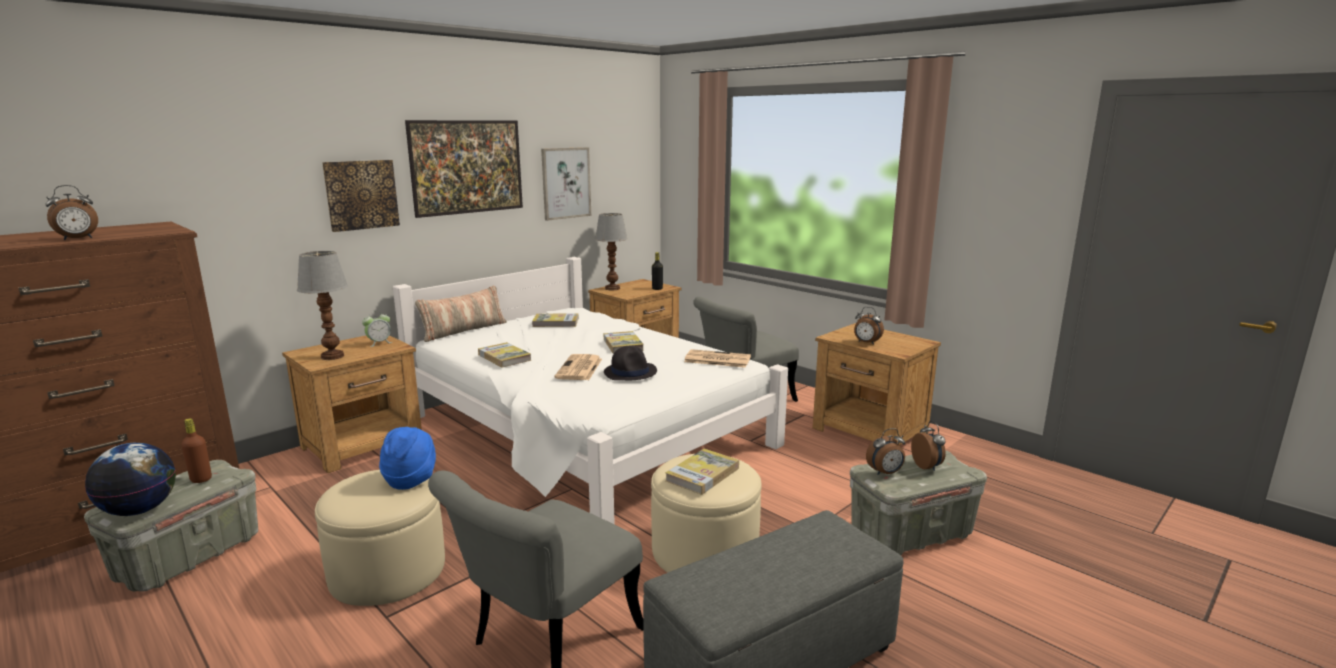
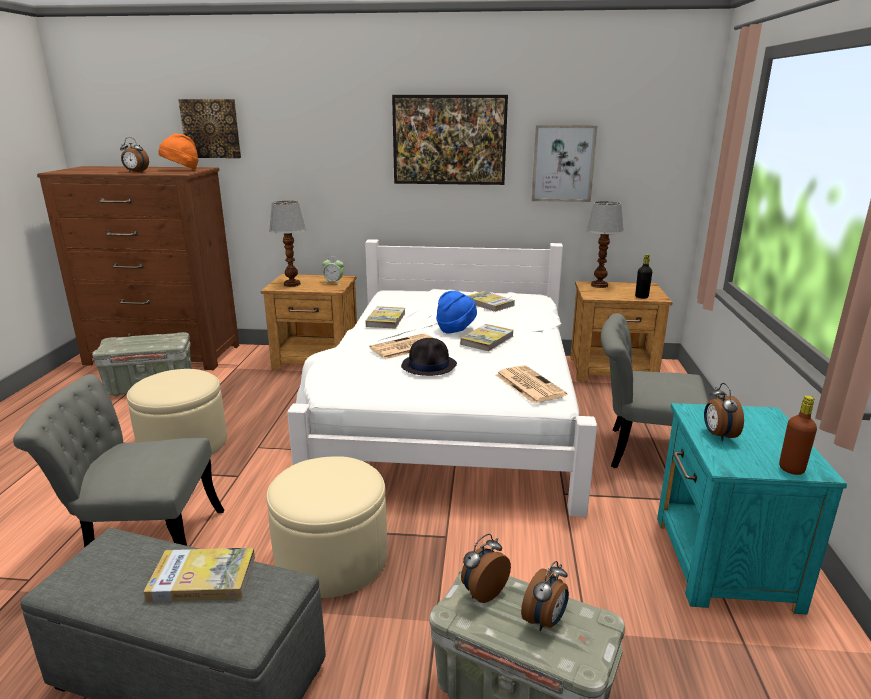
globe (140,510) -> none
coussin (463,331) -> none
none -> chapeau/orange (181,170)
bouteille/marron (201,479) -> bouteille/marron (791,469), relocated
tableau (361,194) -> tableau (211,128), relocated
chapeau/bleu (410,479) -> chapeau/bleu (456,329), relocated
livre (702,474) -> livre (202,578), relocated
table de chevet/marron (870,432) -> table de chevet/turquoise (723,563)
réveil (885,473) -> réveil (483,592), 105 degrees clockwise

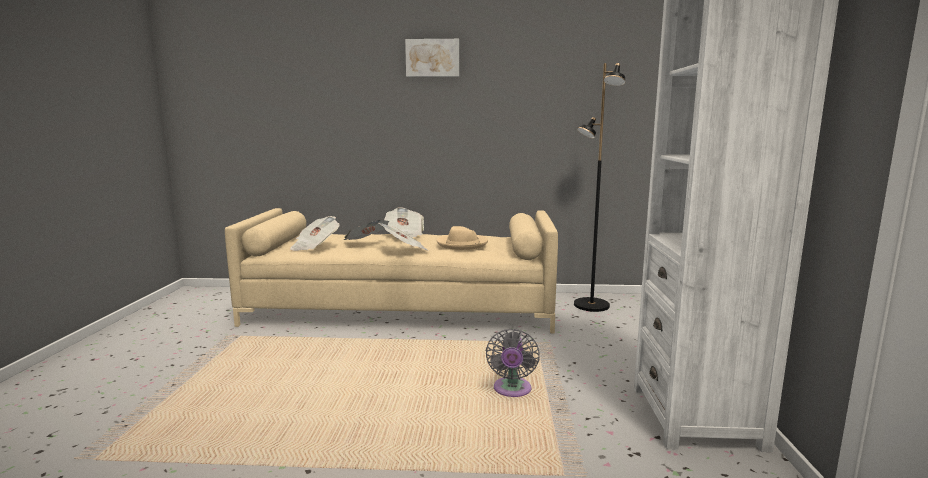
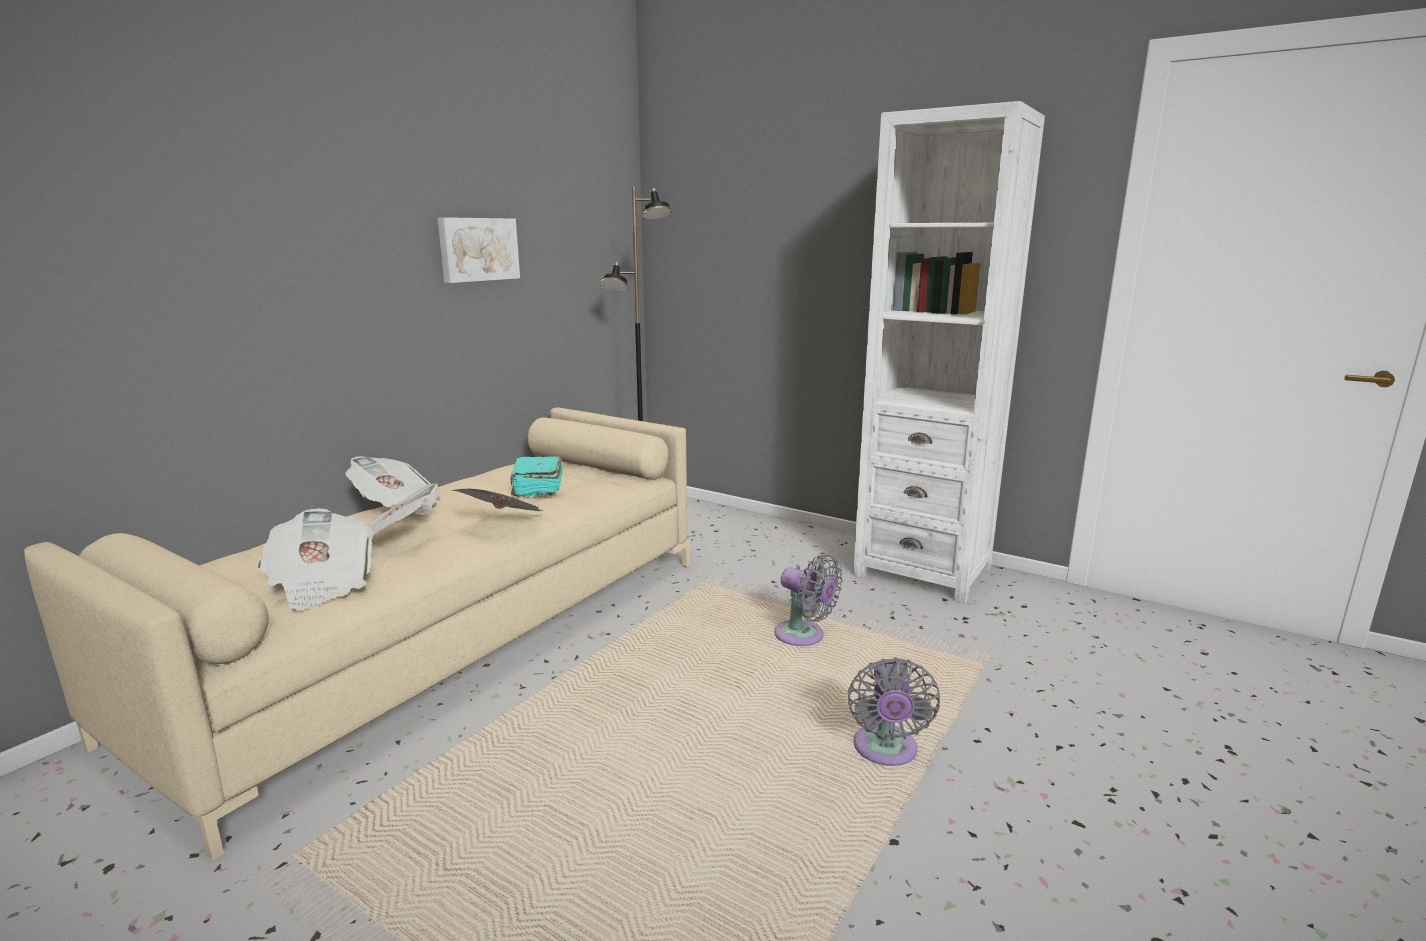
none -> ventilateur/gris (885,751)
tableau (432,58) -> tableau (478,249), relocated
chapeau/beige (462,244) -> livre/turquoise (537,487)

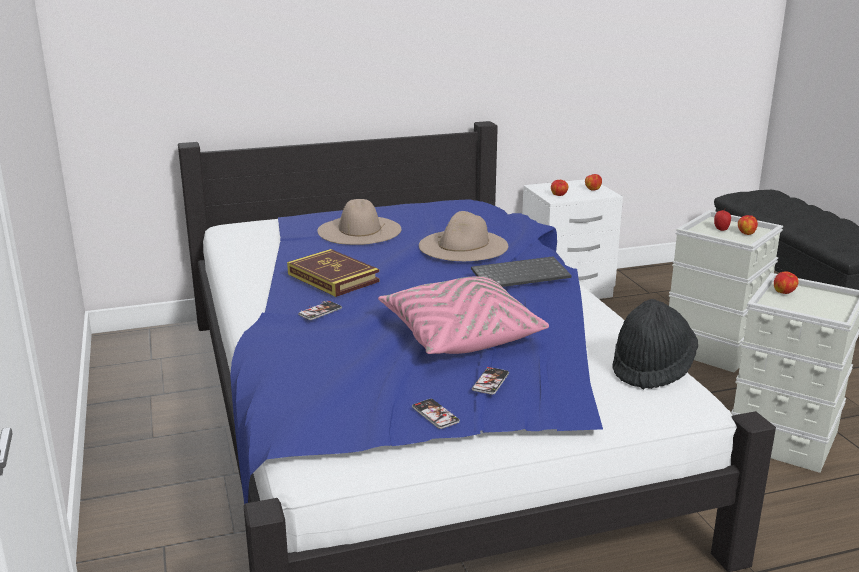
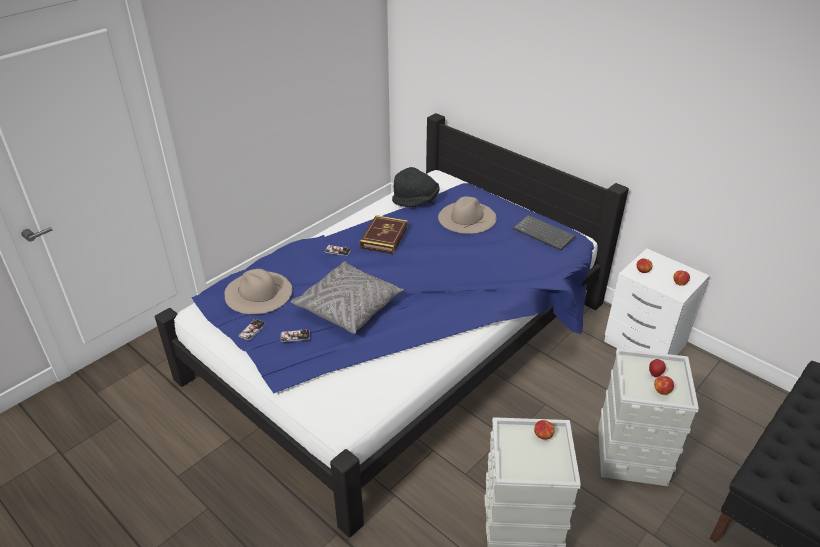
chapeau/beige (463,245) -> chapeau/beige (258,292), relocated
clavier (521,274) -> clavier (545,233), relocated
chapeau/noir (652,368) -> chapeau/noir (416,201), relocated
coussin/rose (459,335) -> coussin/gris (349,307)

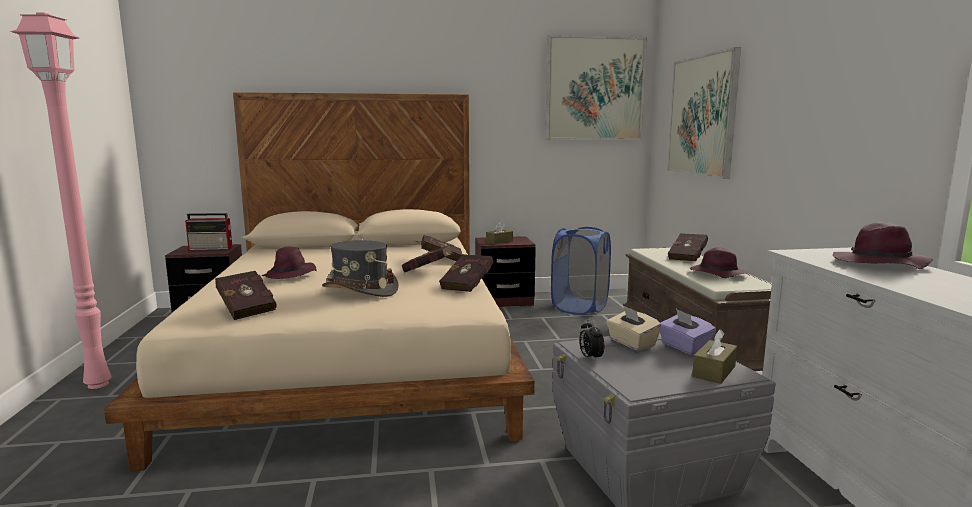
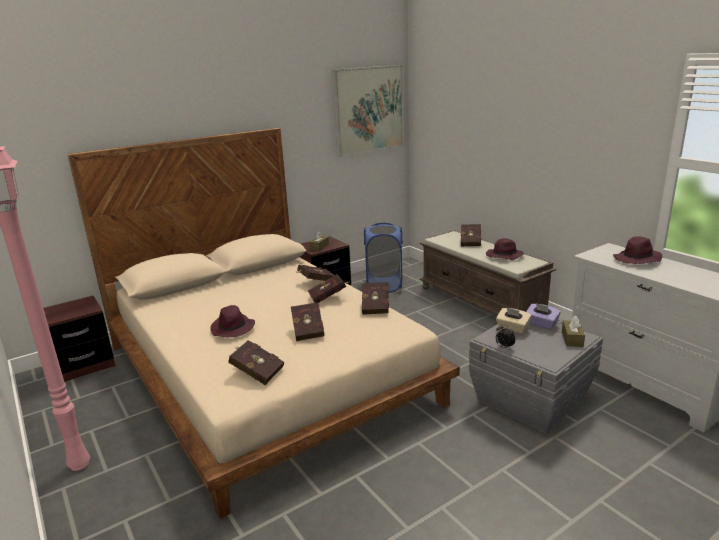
radio (212,248) -> none
tableau (702,116) -> none
chapeau/gris (360,290) -> livre/rouge (308,330)

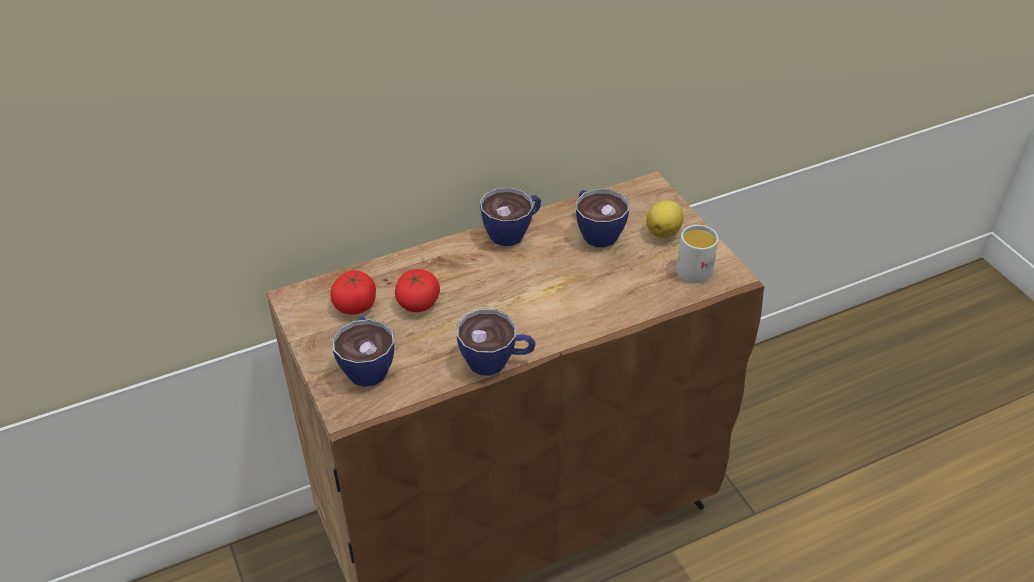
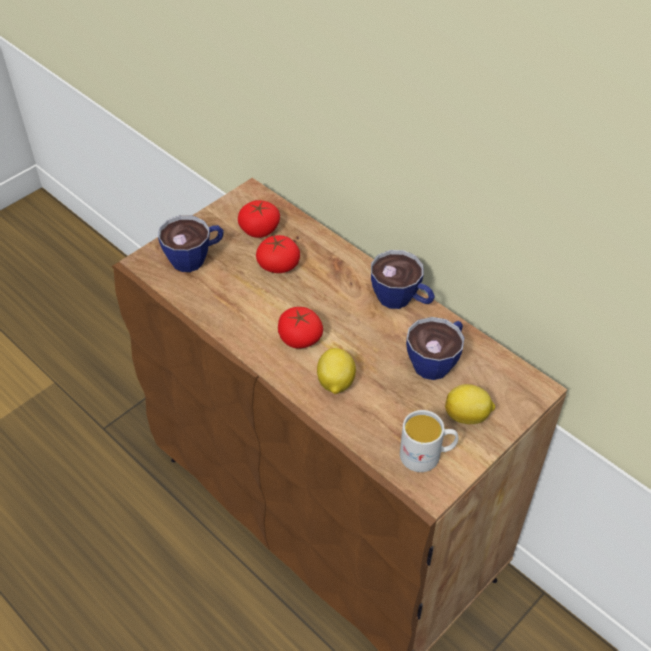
tasse (497,361) -> none
none -> tomate (300,338)
none -> citron (335,383)

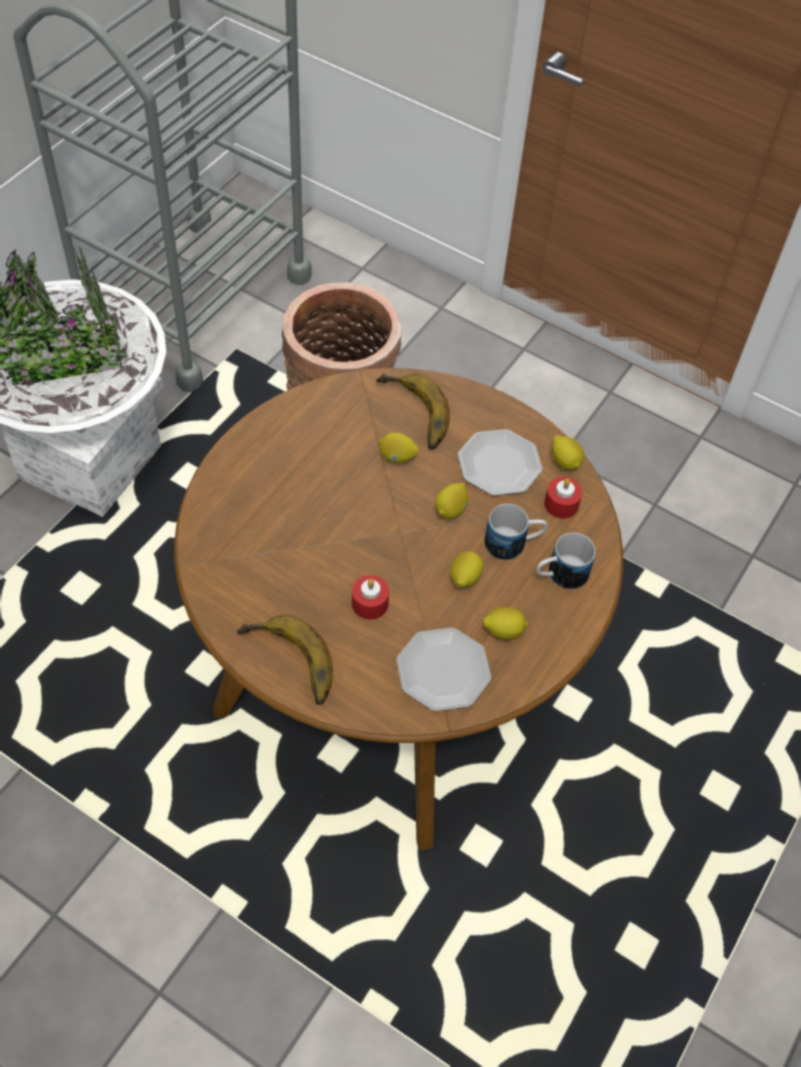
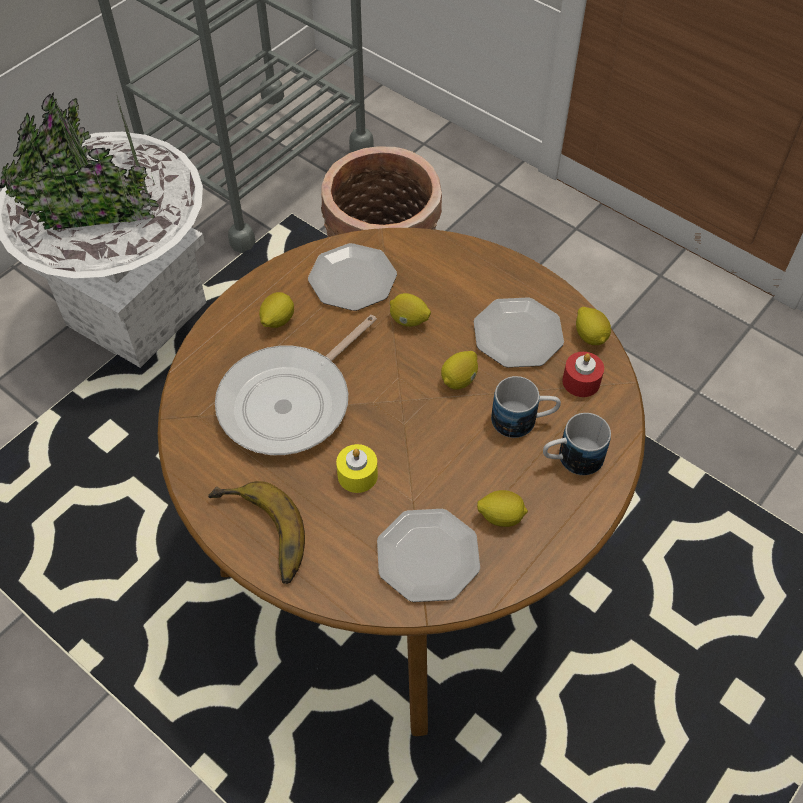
banane (411,415) -> none
none -> poêle (291,402)
none -> assiette (353,279)
citron (464,578) -> citron (277,321), relocated
bougie/rouge (370,603) -> bougie/jaune (357,475)

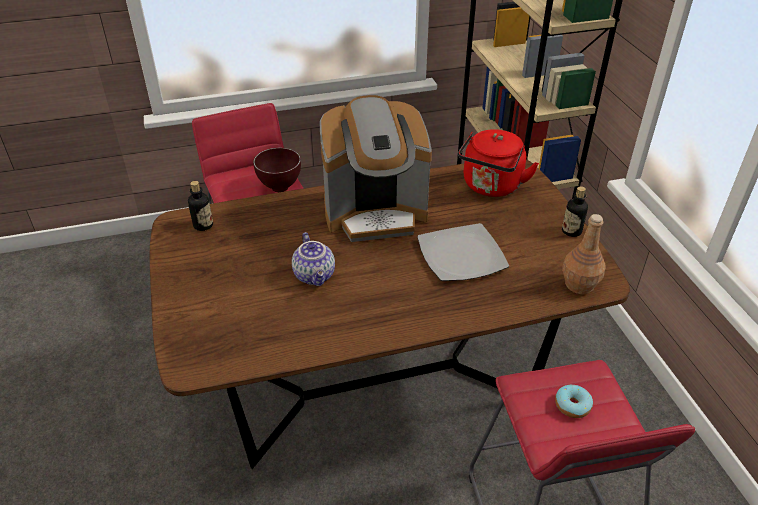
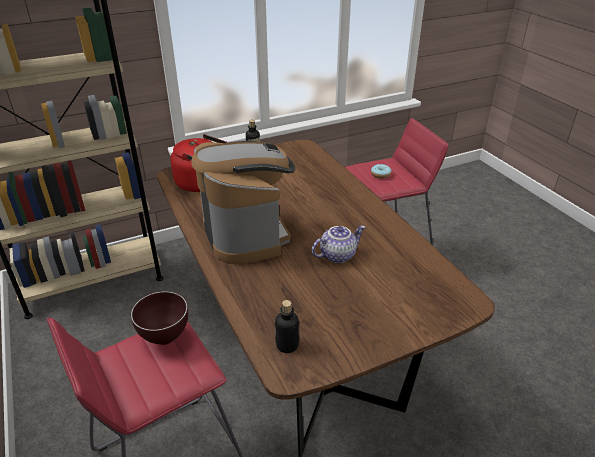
assiette (461,256) -> none
bouteille/marron (579,284) -> none

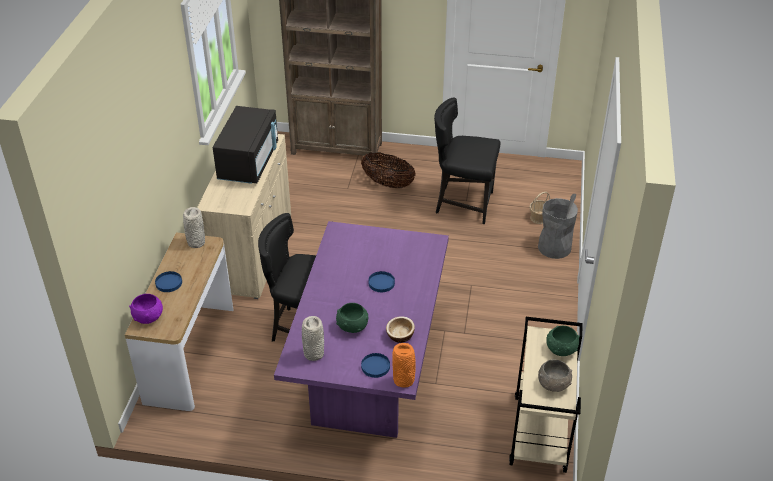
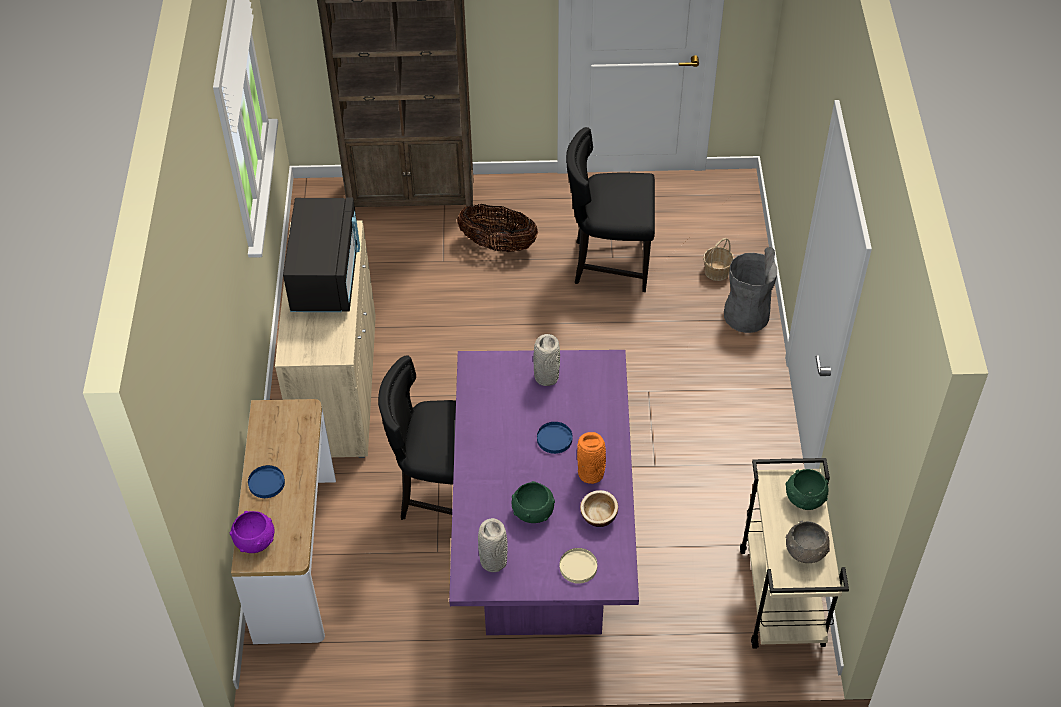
vase/gris (196,243) -> vase/gris (546,377), relocated
vase/orange (404,380) -> vase/orange (591,474), relocated
assiette/bleu (375,366) -> assiette/beige (578,567)

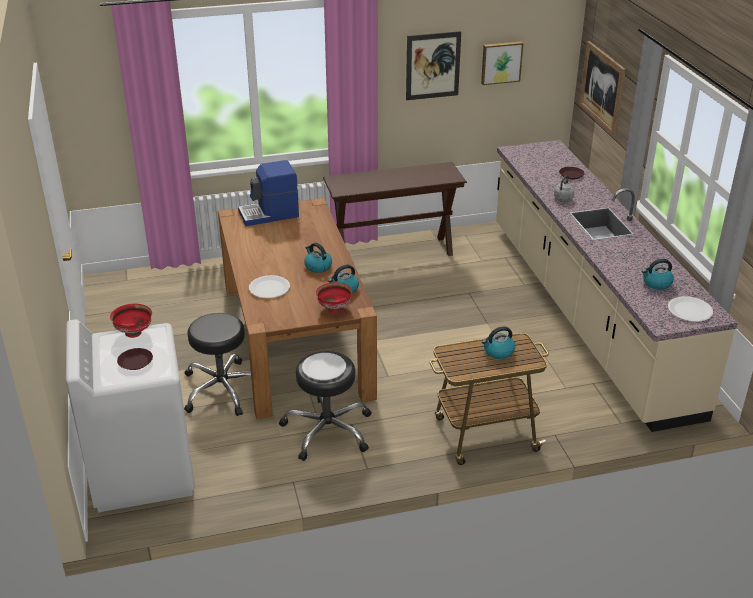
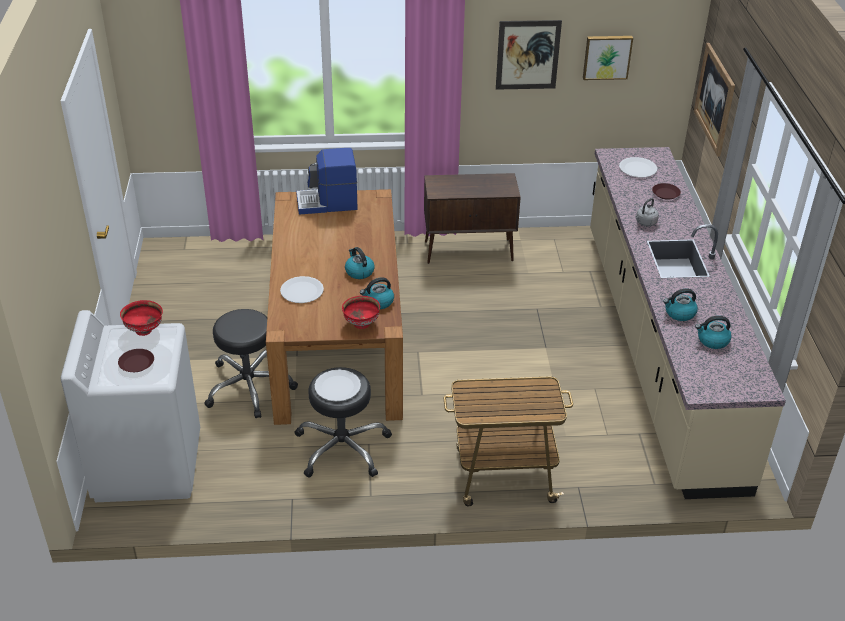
bouilloire (498,352) -> bouilloire (679,313), relocated
assiette/blanc (690,310) -> assiette/blanc (637,168), relocated
table console/marron (393,253) -> meuble de rangement/marron (469,251)

